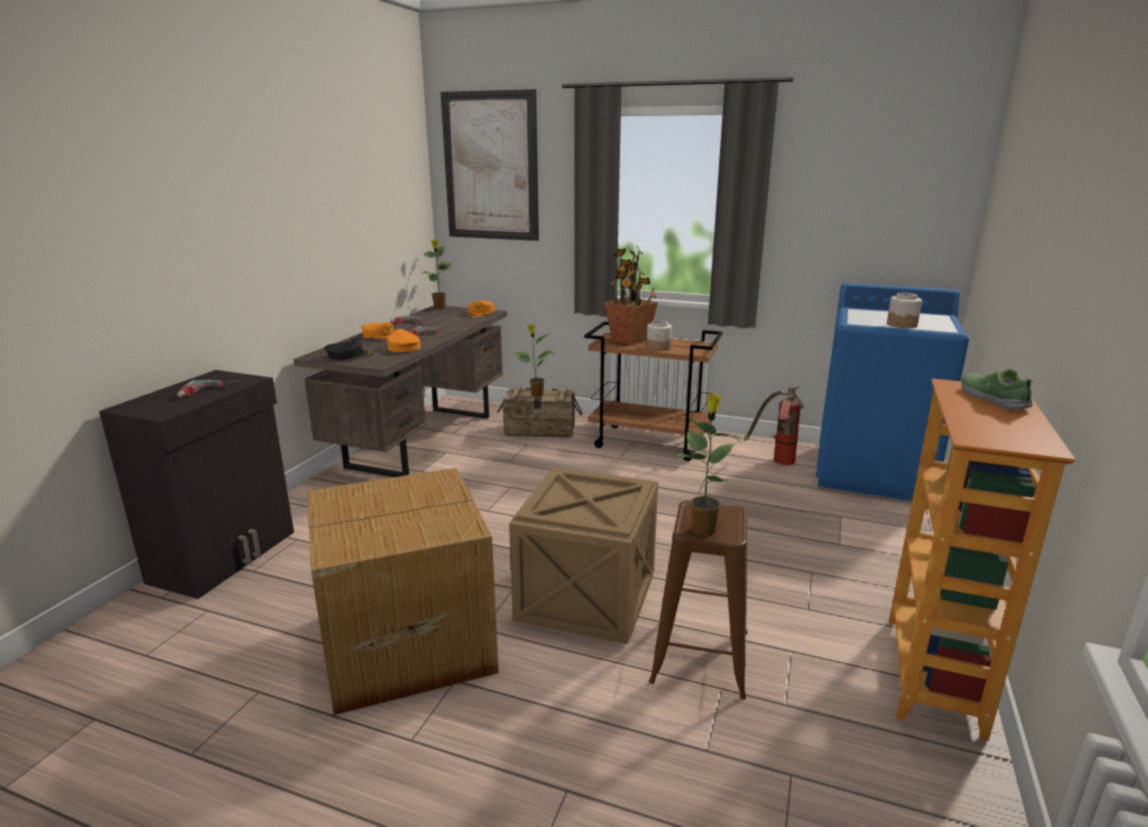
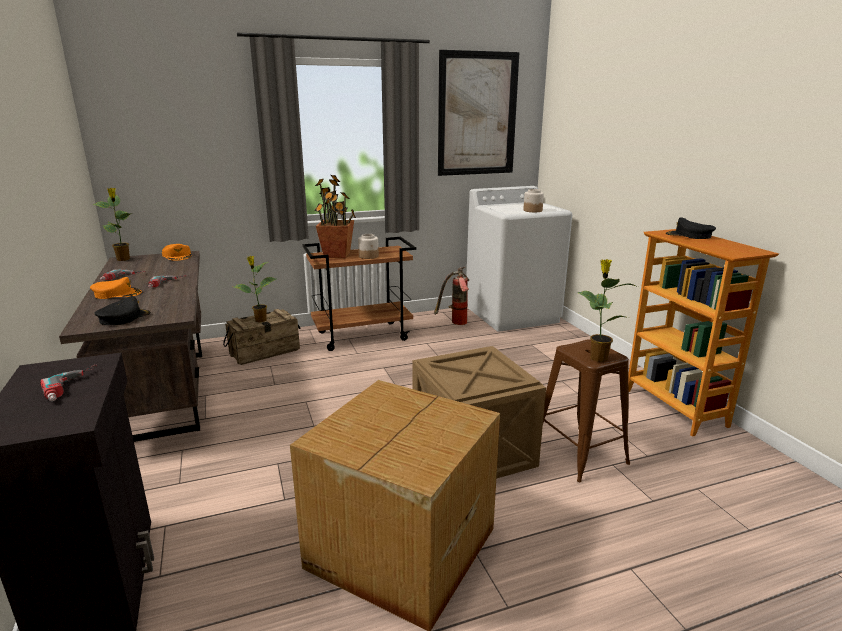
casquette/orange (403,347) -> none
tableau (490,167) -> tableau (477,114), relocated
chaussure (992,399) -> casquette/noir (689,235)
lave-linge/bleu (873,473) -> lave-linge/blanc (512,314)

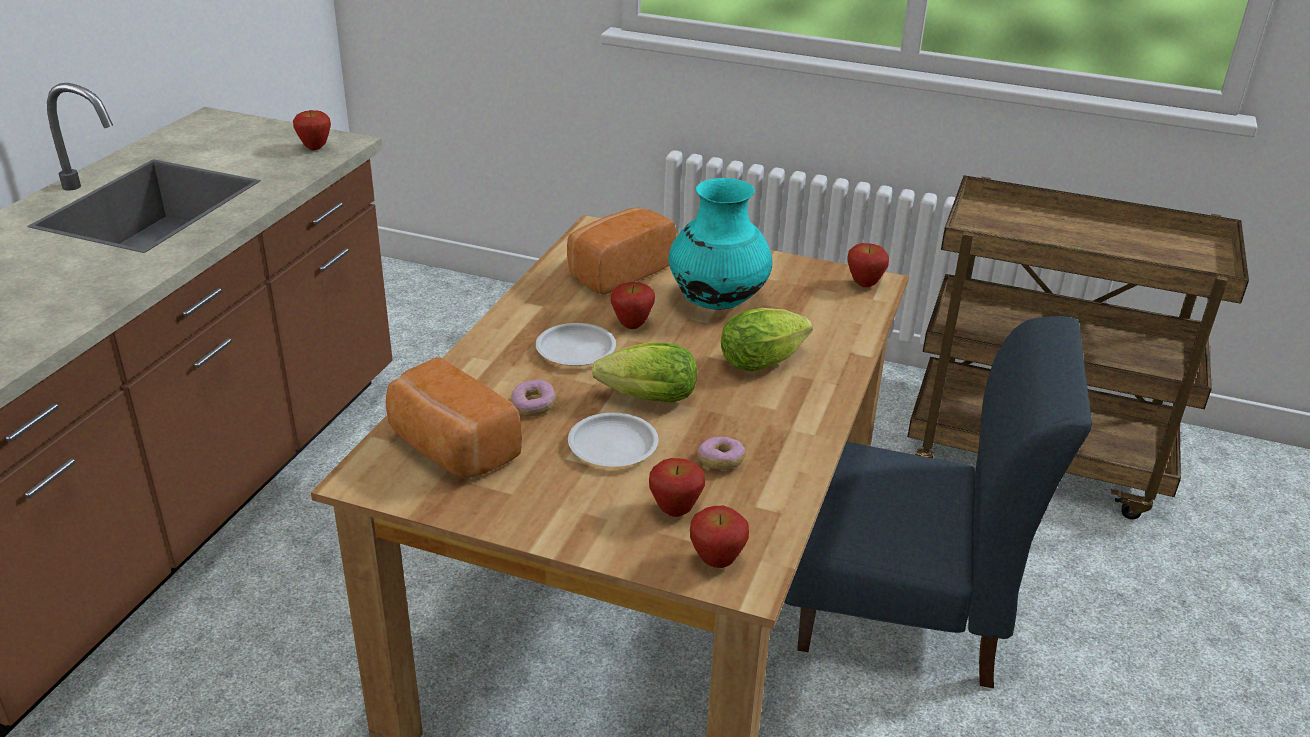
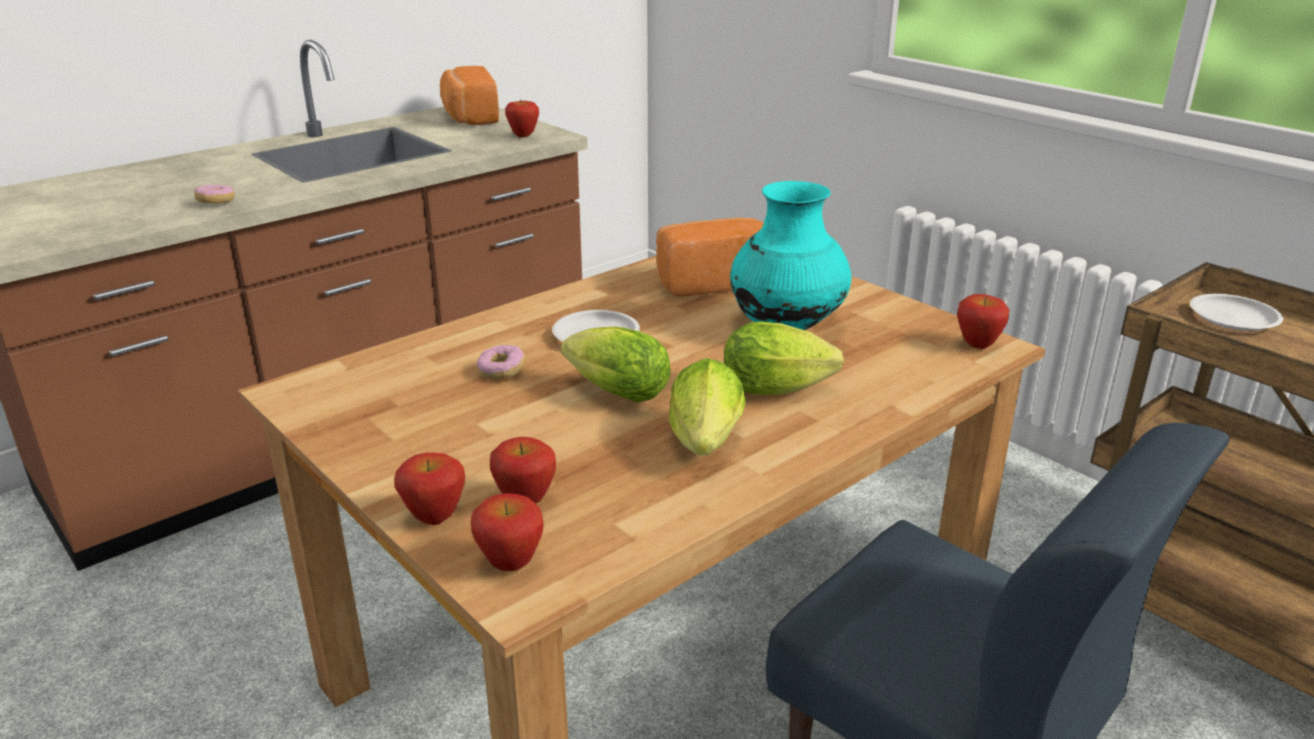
none -> laitue (705,446)
pain (450,449) -> pain (469,117), relocated
assiette/blanc (612,445) -> assiette/blanc (1233,317), relocated
pomme (632,325) -> pomme (435,518), relocated
beignet (720,461) -> beignet (216,202), relocated

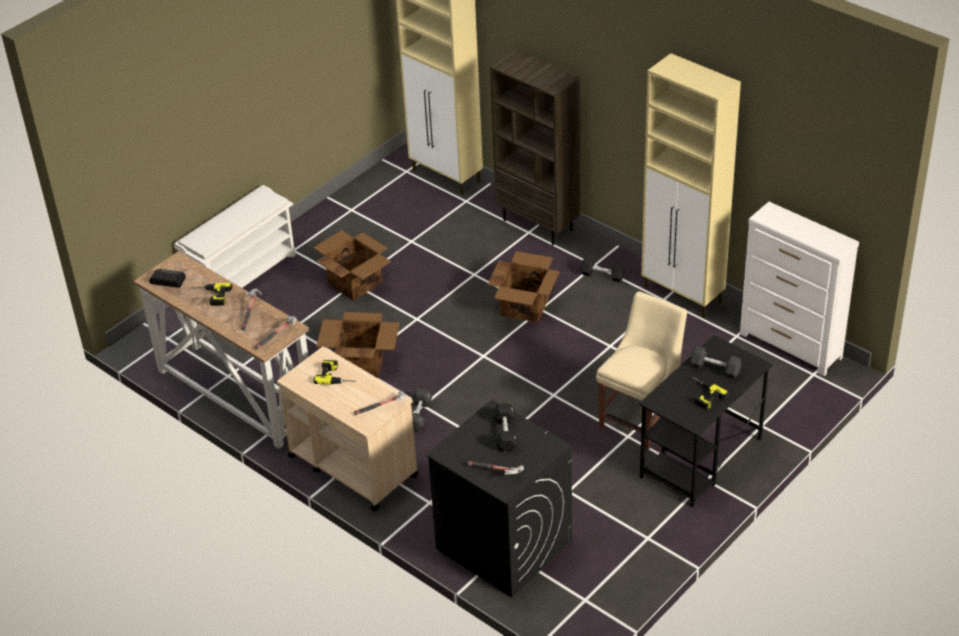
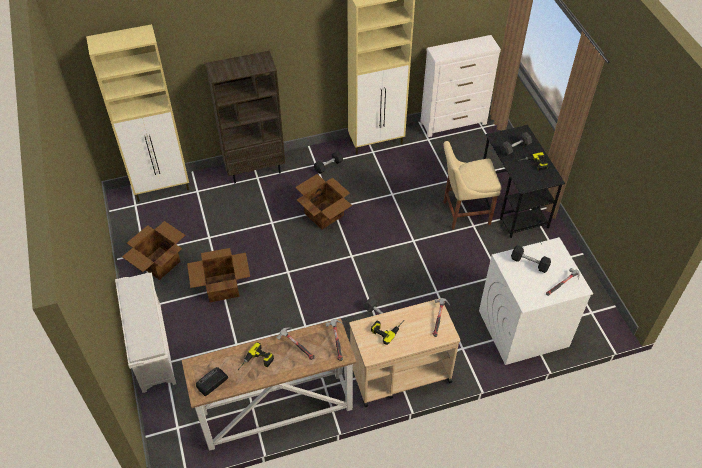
carton (361,363) -> carton (159,263), relocated
lave-linge/noir (503,544) -> lave-linge/blanc (522,328)
chaise/beige (640,419) -> chaise/beige (463,213), 75 degrees counterclockwise

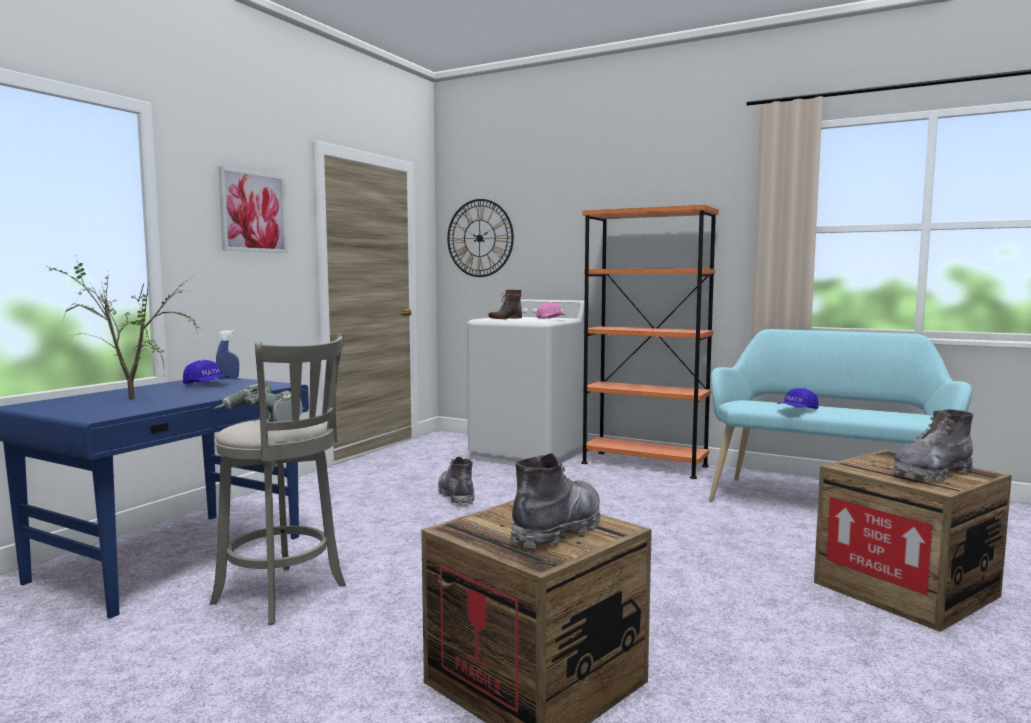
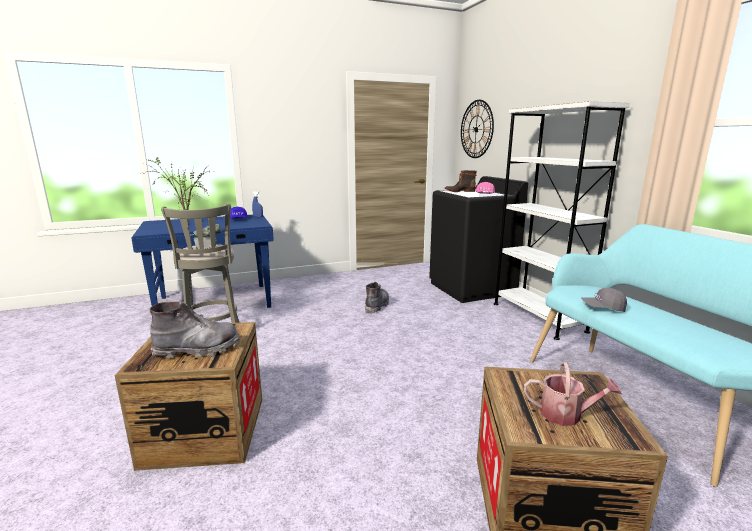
tableau (253,212) -> none
botte/gris (931,474) -> arrosoir (566,414)
lave-linge/blanc (529,454) -> lave-linge/noir (471,288)
bibliothèque/orange (644,464) -> bibliothèque/blanc (538,317)
casquette/bleu (797,410) -> casquette/gris (602,308)

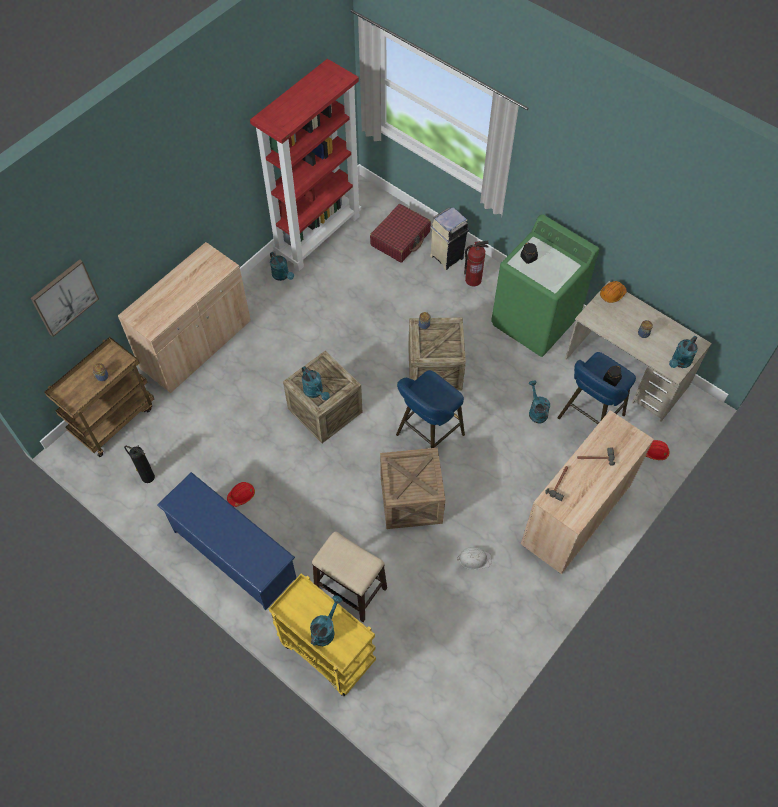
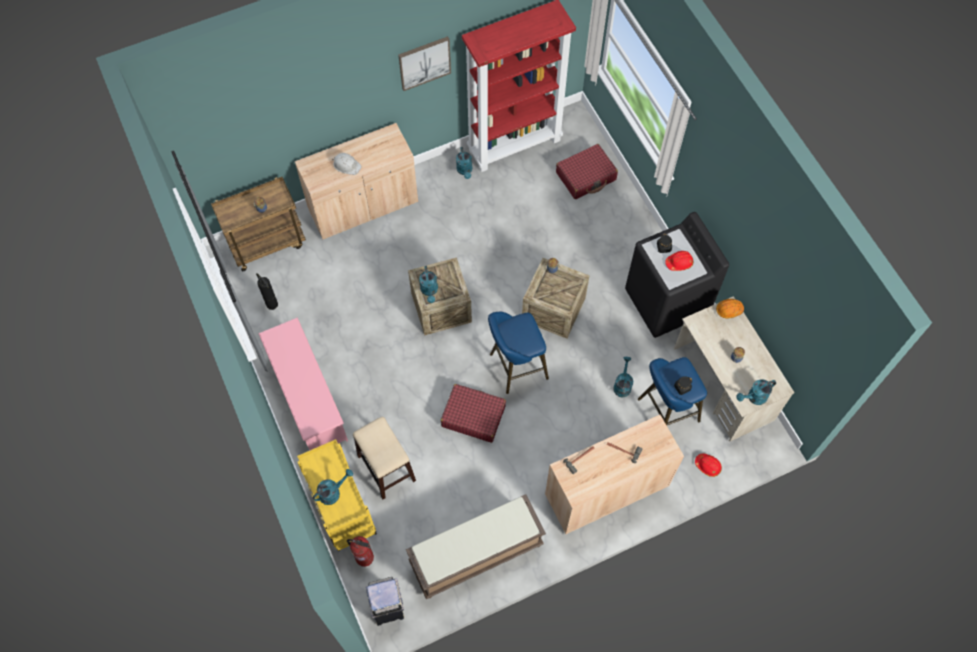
none -> banc/marron (476,555)
tableau (64,297) -> tableau (424,62), relocated
casque de chantier/rouge (241,495) -> casque de chantier/rouge (679,263), relocated
poubelle/beige (447,256) -> poubelle/beige (388,608), relocated
casque de chantier/blanc (474,559) -> casque de chantier/blanc (346,165), relocated
extincteur (473,280) -> extincteur (364,557), relocated
caisse (411,500) -> valise/rouge (473,416)
étagère à chaussures/bleu (233,554) -> étagère à chaussures/rose (308,398)
lave-linge/vert (535,321) -> lave-linge/noir (666,302)

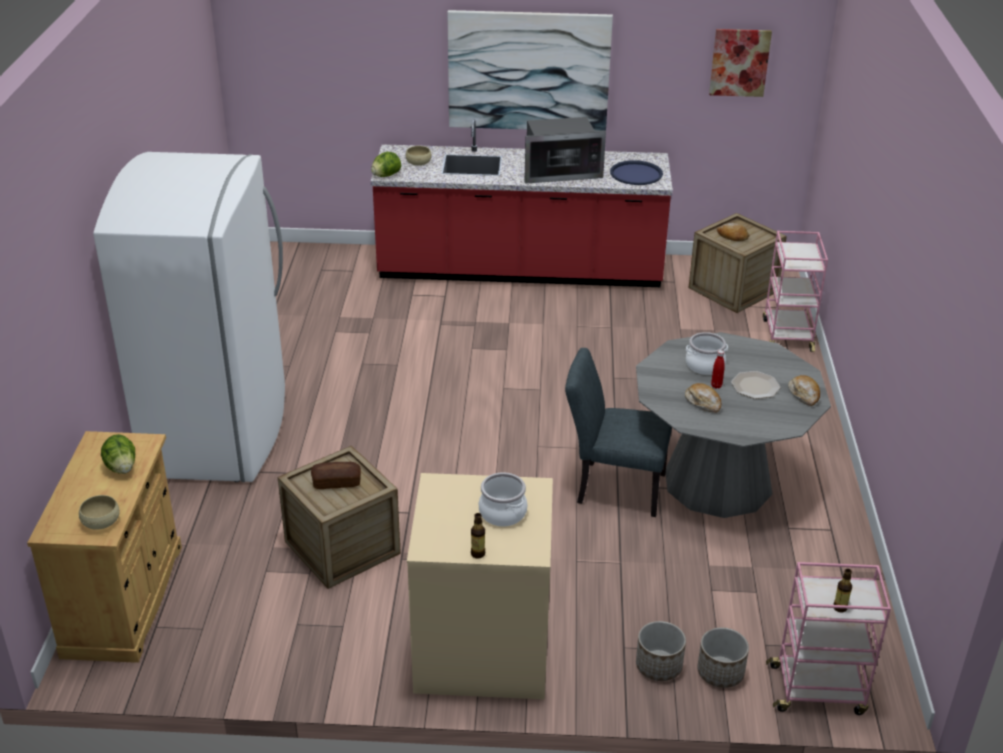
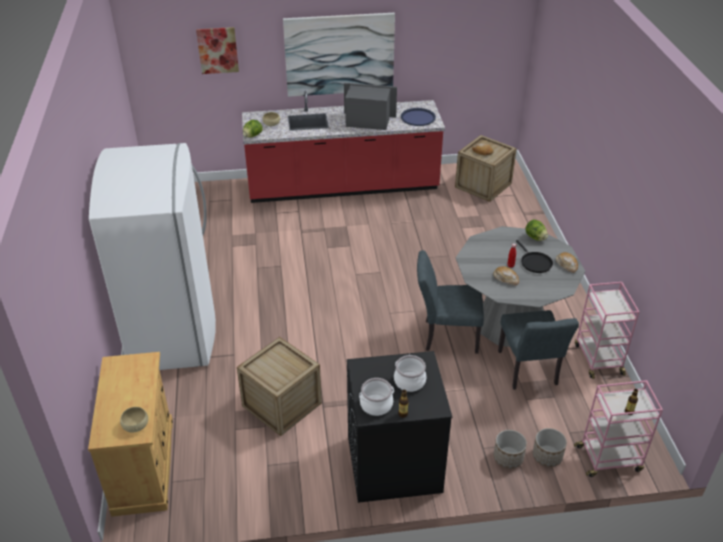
pain (336,482) -> none
none -> chaise/gris (529,372)
laitue (121,467) -> laitue (535,238), relocated
marmite (704,365) -> marmite (376,404), relocated
tableau (739,62) -> tableau (217,50), relocated
chariot/rose (787,334) -> chariot/rose (598,359), relocated
assiette (755,386) -> poêle/noir (535,263)
lave-linge/beige (481,650) -> lave-linge/noir (393,464)
micro-ondes (560,171) -> micro-ondes (368,121), 150 degrees counterclockwise

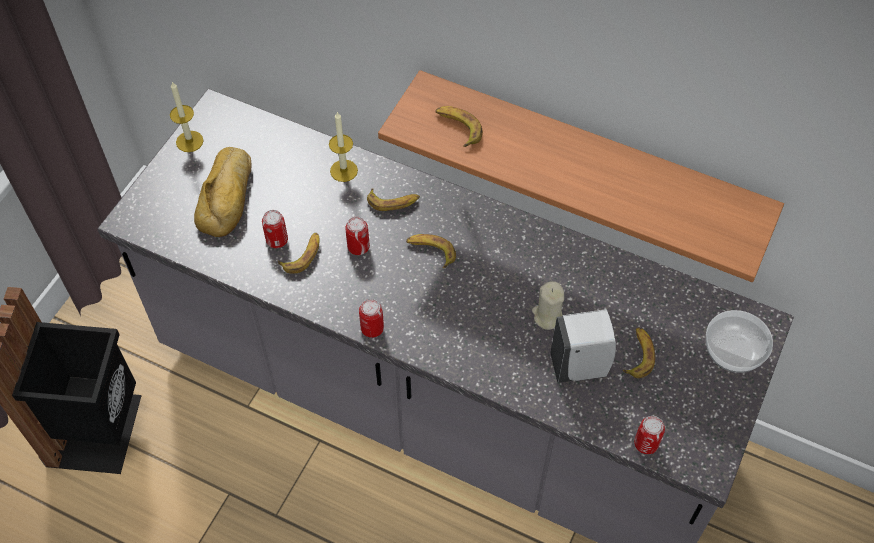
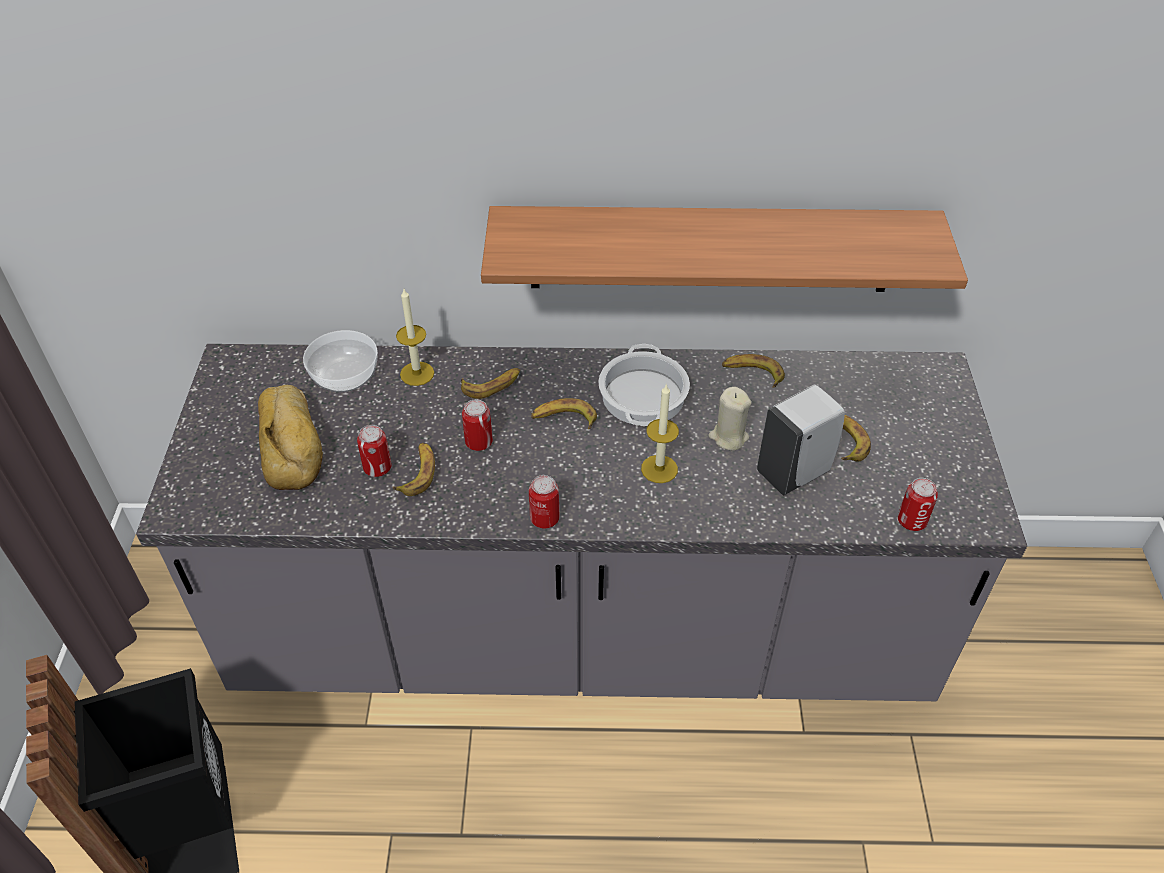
none -> marmite (642,395)
bougie (189,141) -> bougie (659,469), relocated
banane (458,128) -> banane (752,374), relocated
bol (733,350) -> bol (344,374), relocated

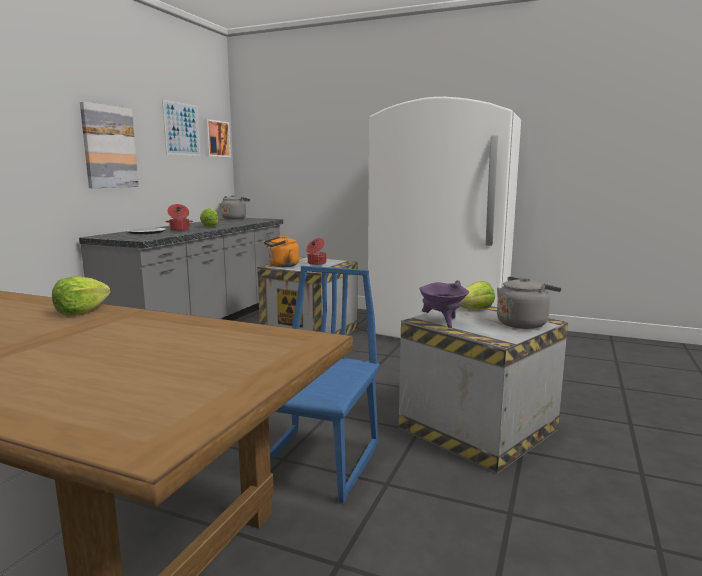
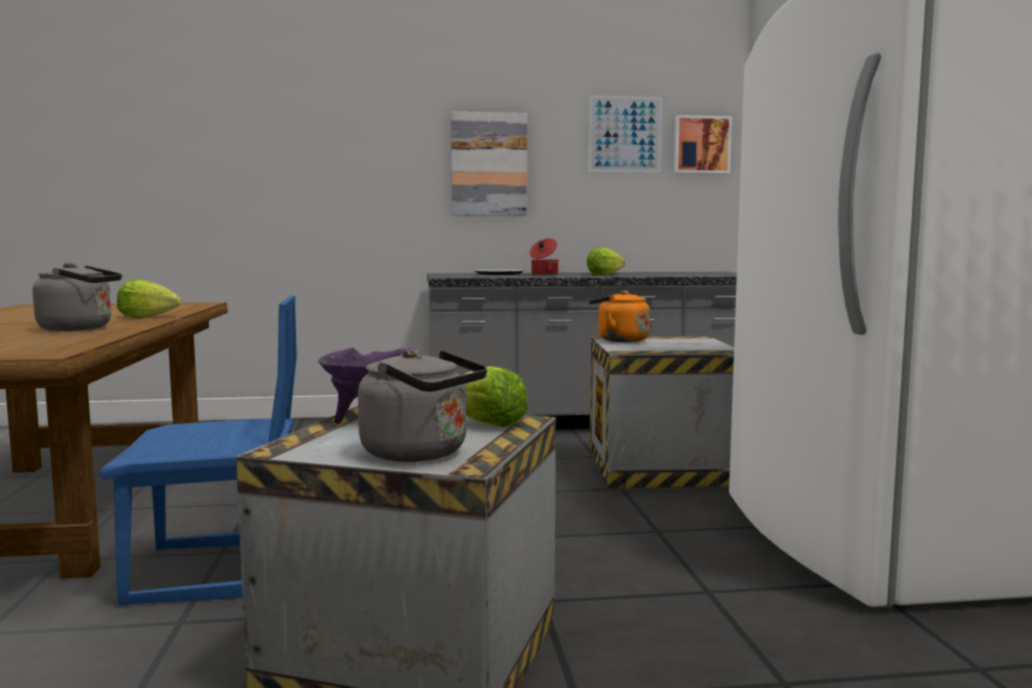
marmite (316,263) -> none
bouilloire/gris (234,218) -> bouilloire/gris (80,328), relocated

